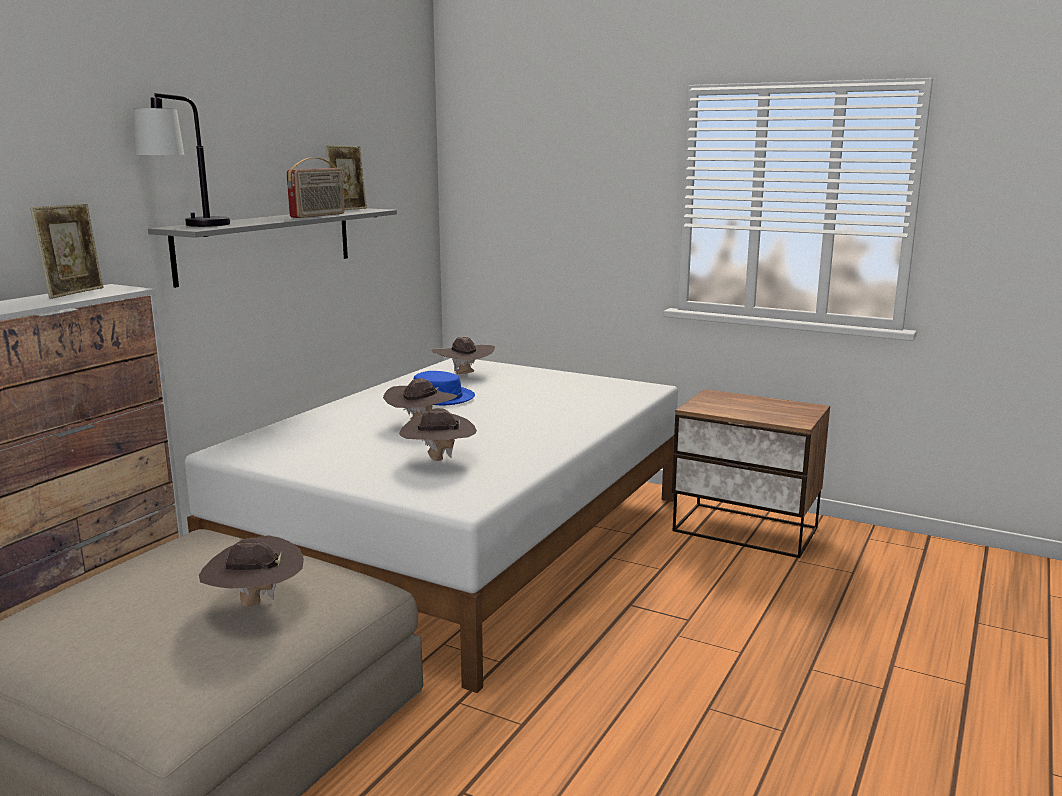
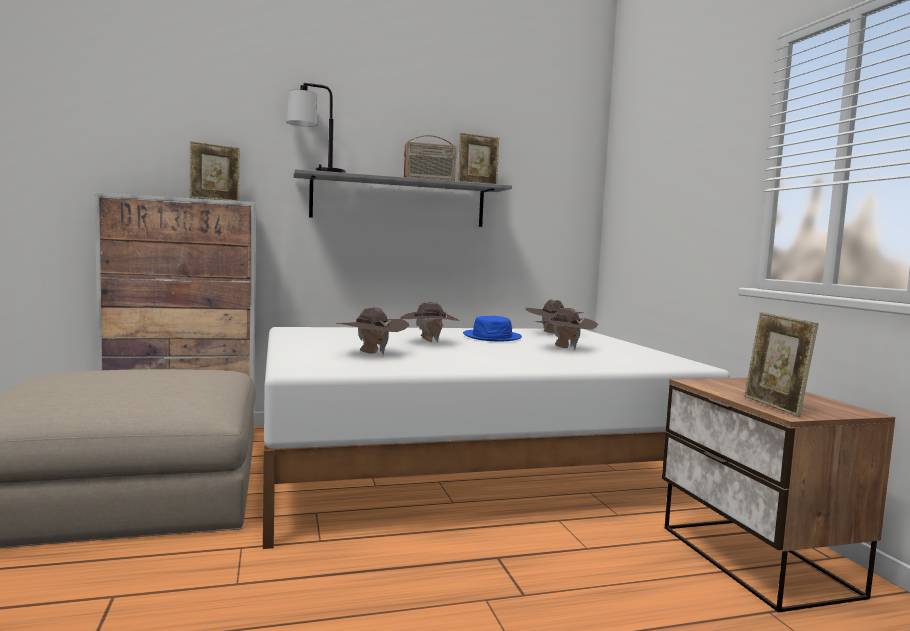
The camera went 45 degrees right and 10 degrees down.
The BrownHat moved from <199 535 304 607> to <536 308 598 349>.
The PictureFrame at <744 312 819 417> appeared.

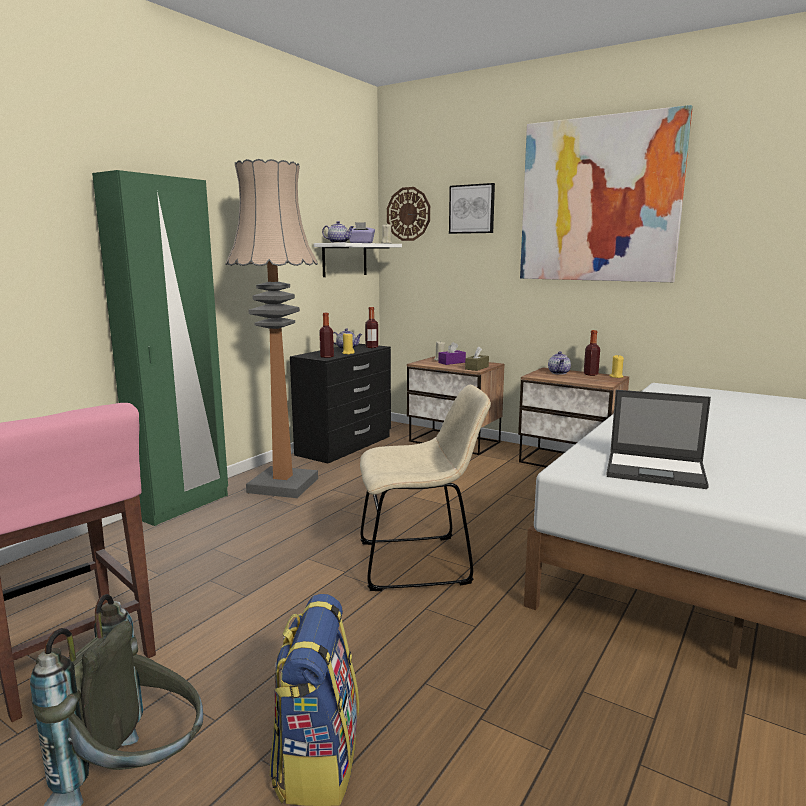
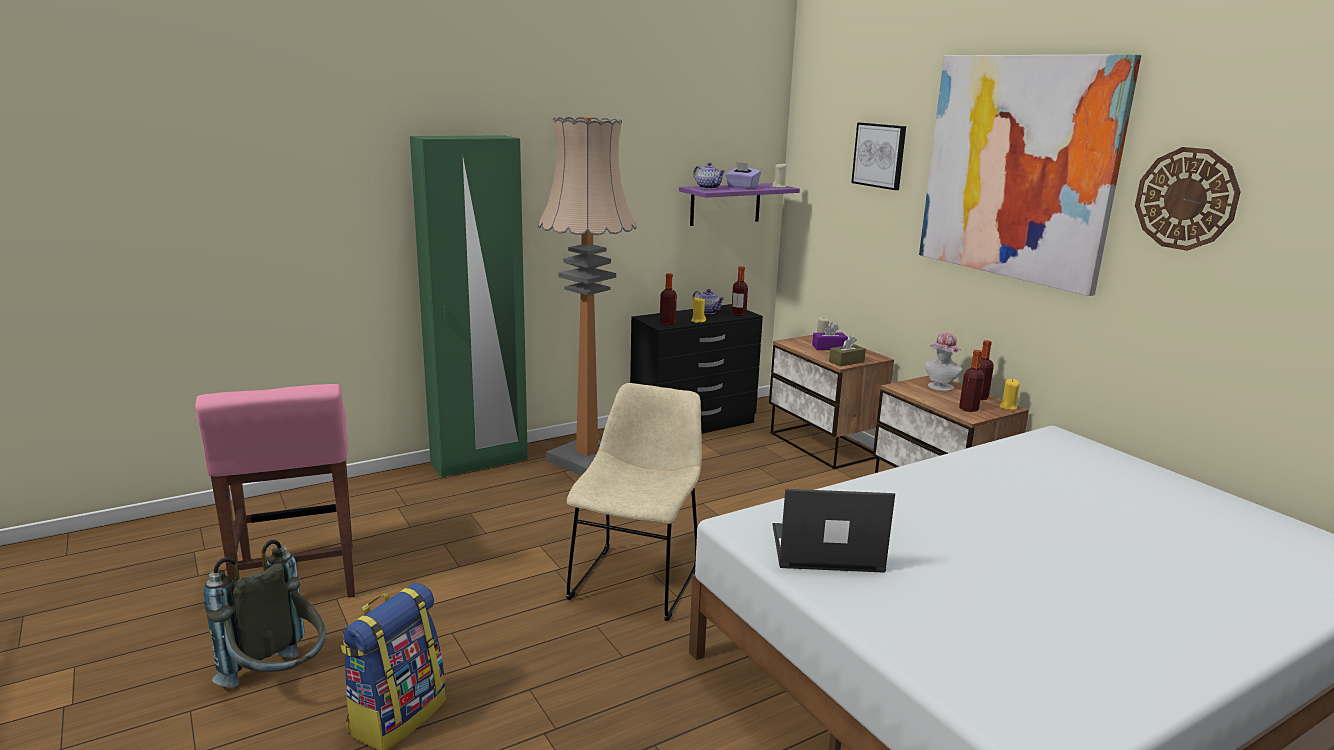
The camera went 25 degrees right and 5 degrees up.
The WhiteShelf at <314 243 402 277> became the PurpleShelf at <679 183 800 226>.
The BeigeChair at <360 385 491 591> turned 90 degrees counterclockwise.
The WallClock moved from <387 187 430 241> to <1135 147 1241 251>.
The Teapot at <548 351 571 374> was replaced by the Hat at <925 332 962 391>.
The Laptop at <606 390 711 489> turned 135 degrees clockwise.
The Bottle at <959 350 984 412> appeared.

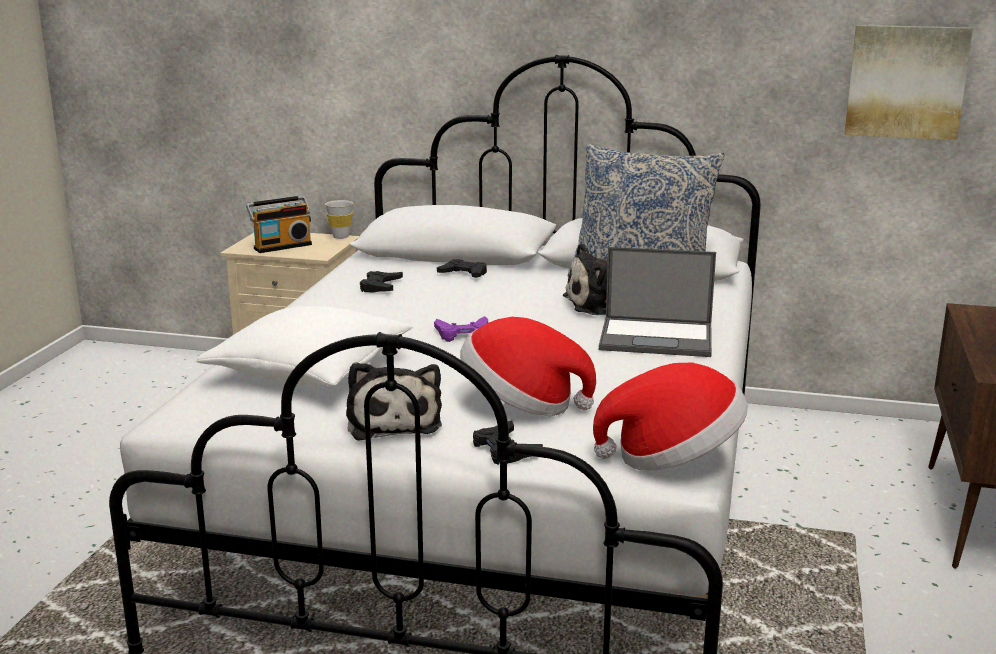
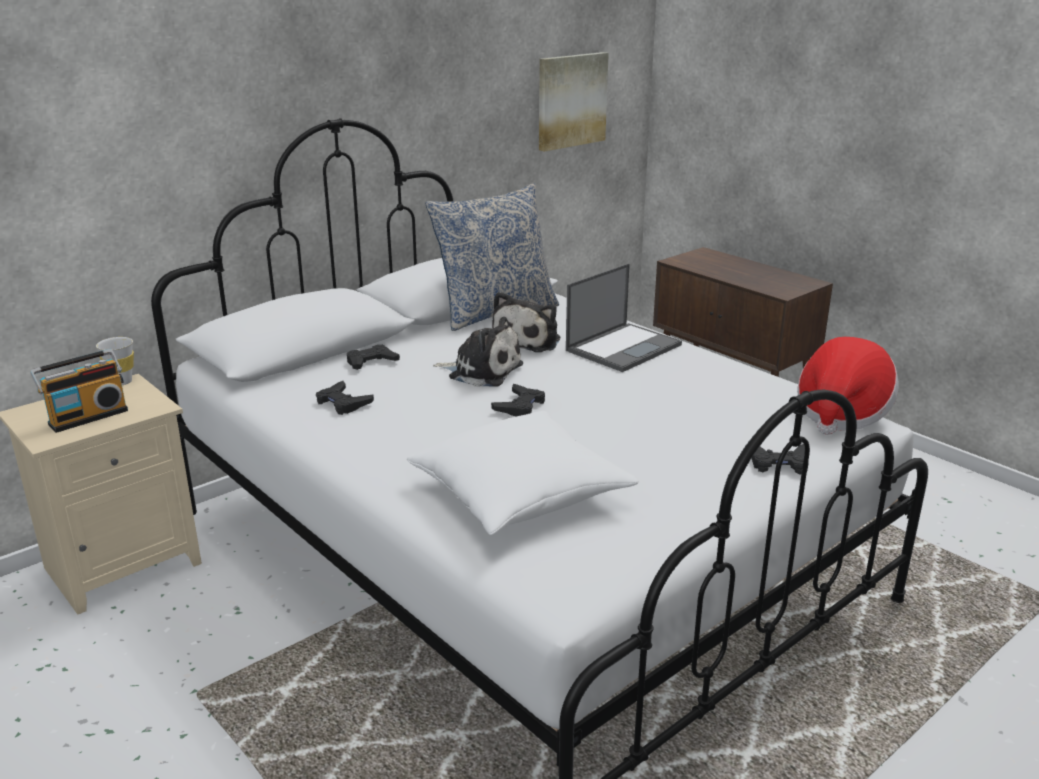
The camera went 55 degrees left and 5 degrees up.
The Radio at <246 195 312 253> turned 45 degrees clockwise.
The PlushToy moved from <346 362 442 441> to <433 317 523 387>.
The PurpleGameController at <434 316 488 342> became the BlackGameController at <491 384 545 416>.
The Hat at <460 317 596 417> disappeared.

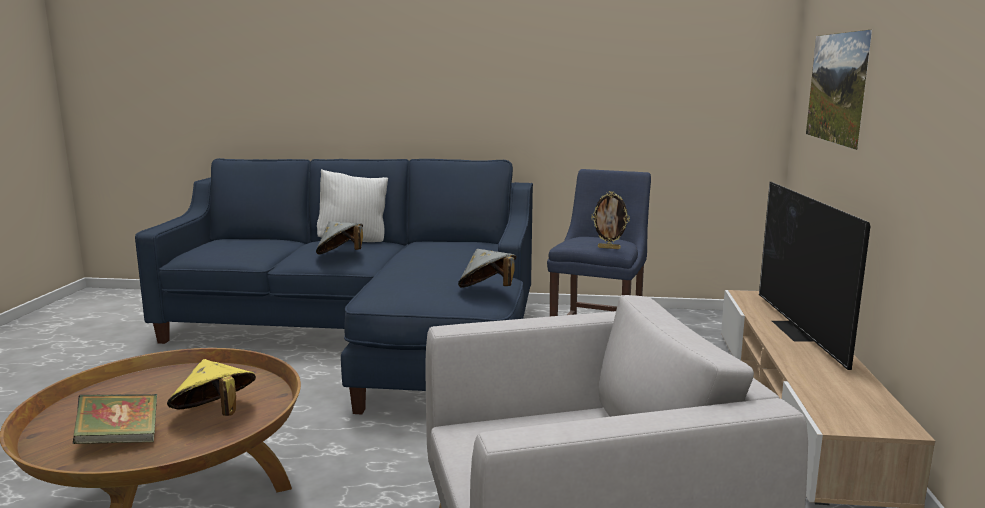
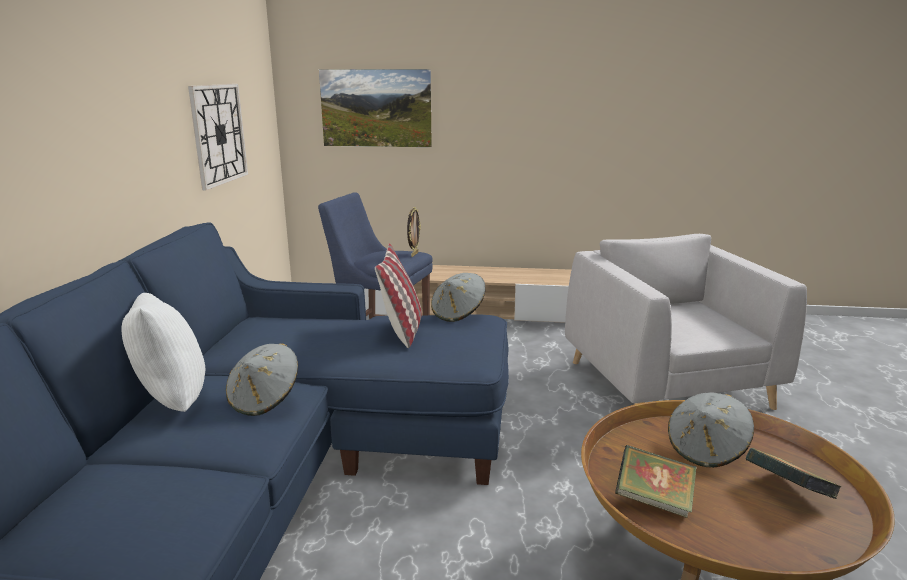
The camera went 90 degrees left and 5 degrees up.
The YellowHat at <167 359 256 416> became the GreyHat at <668 392 754 468>.
The Television at <759 182 870 370> disappeared.
The WallClock at <188 84 248 190> appeared.
The Pillow at <375 243 422 348> appeared.
The Book at <615 445 697 518> appeared.

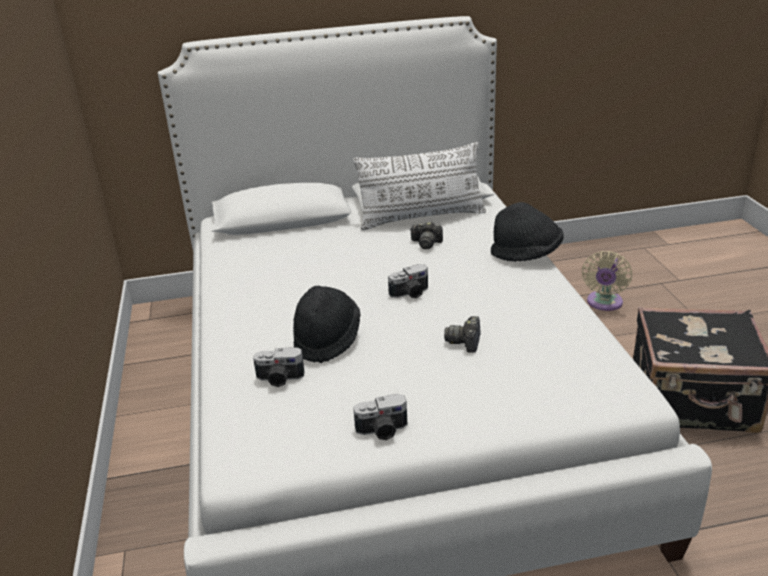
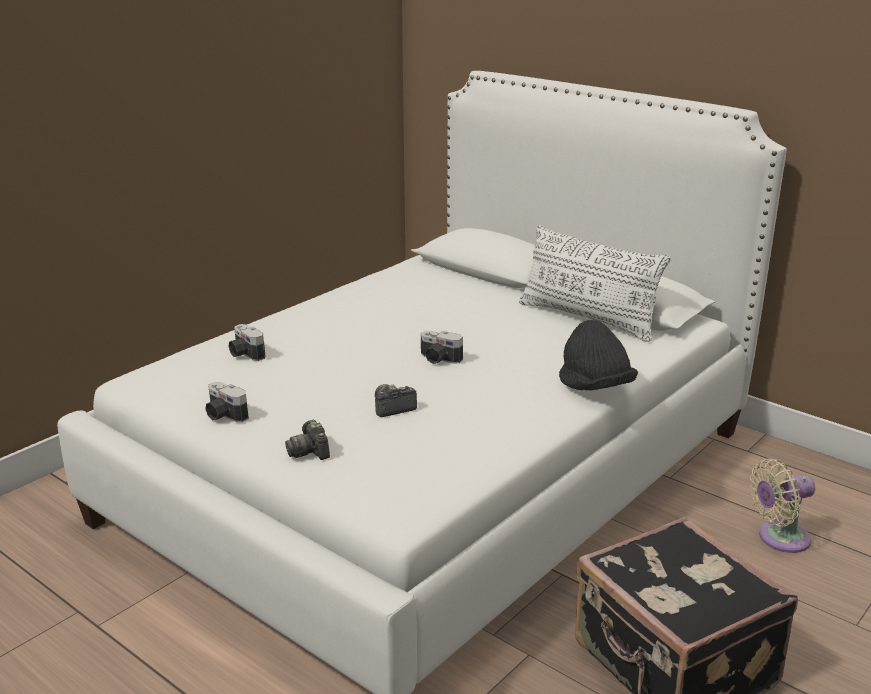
The camera went 50 degrees right and 5 degrees down.
The BlackHat at <293 286 360 363> disappeared.
The PhotoCamera moved from <410 221 443 249> to <285 420 330 460>.

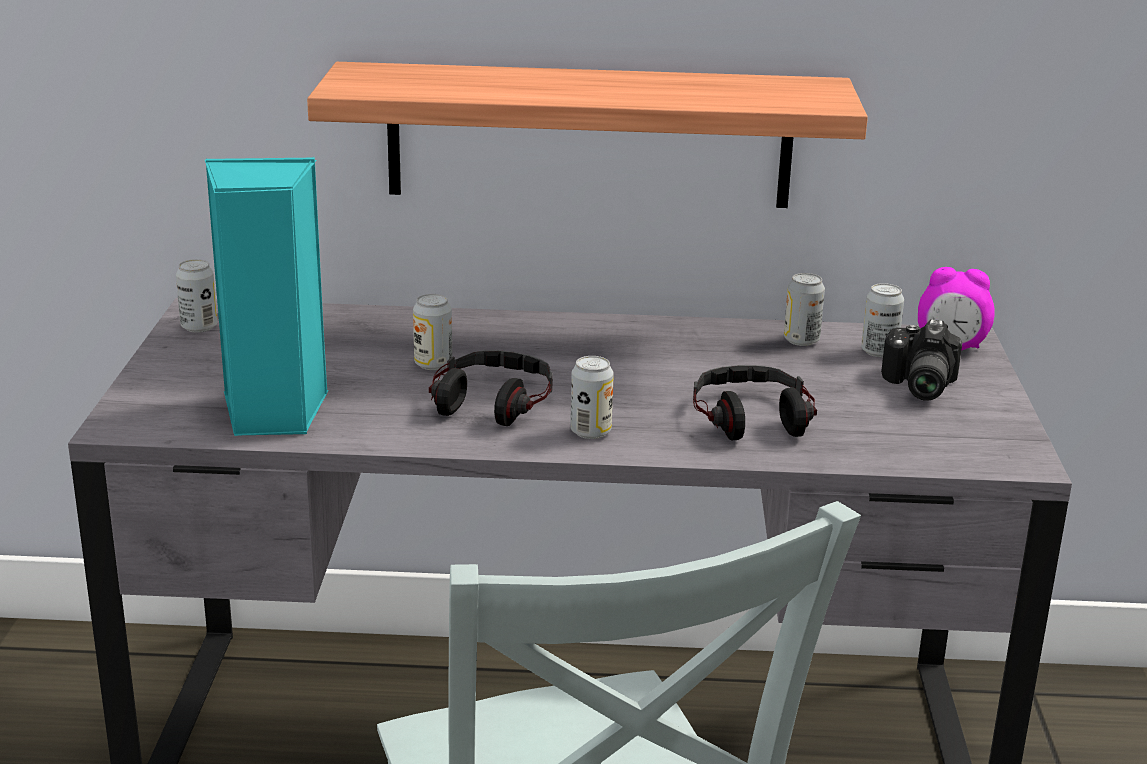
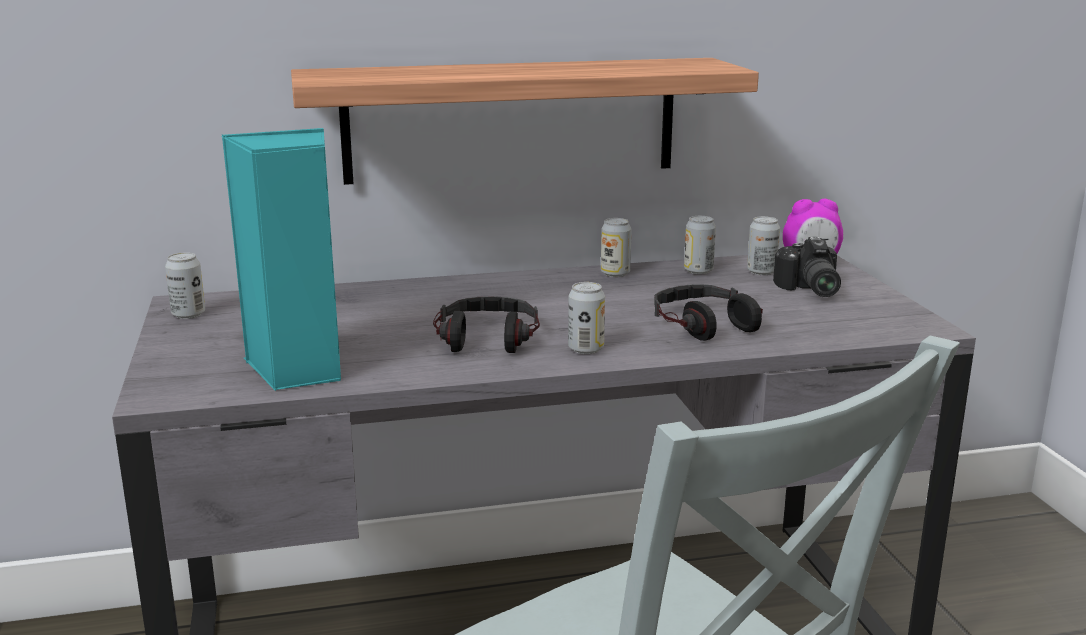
The camera went 15 degrees left and 5 degrees down.
The Can moved from <413 294 452 370> to <601 218 632 277>.

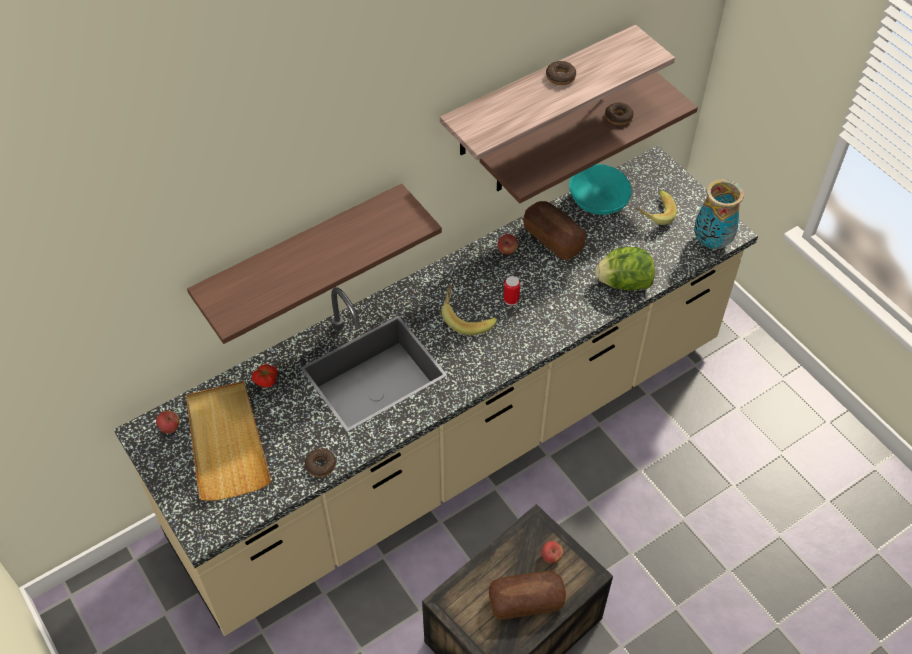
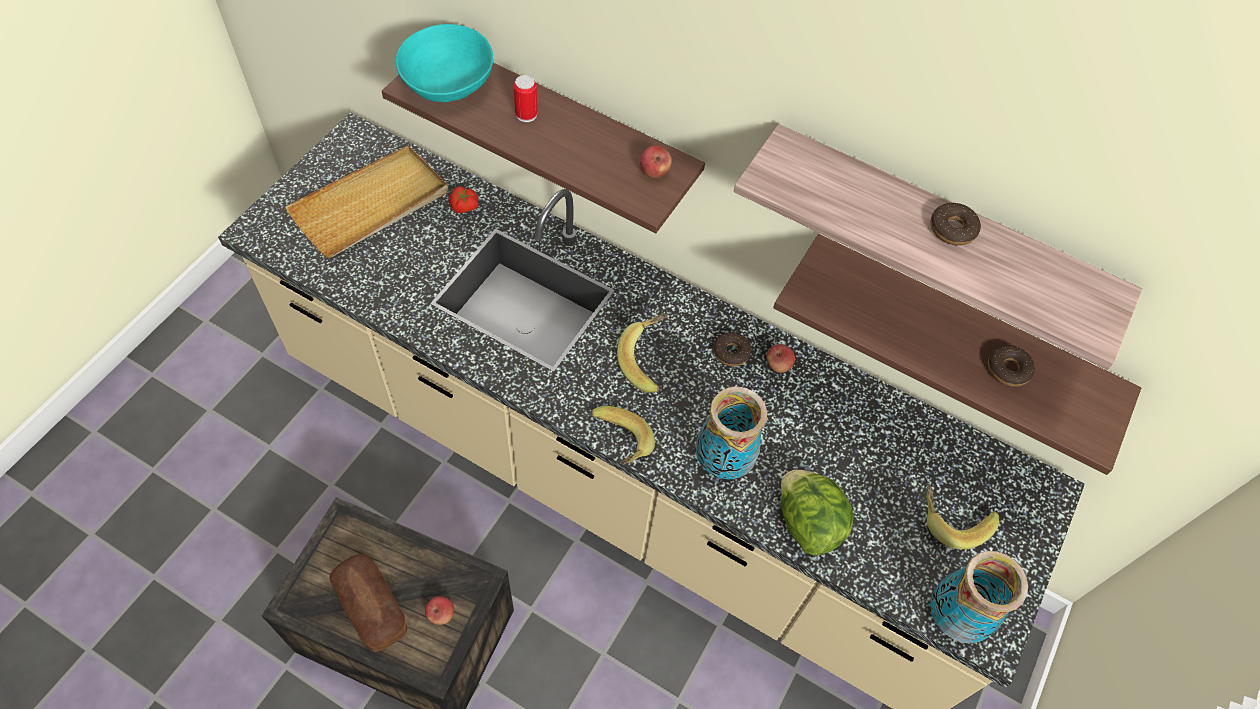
The camera went 60 degrees right and 5 degrees up.
The Apple moved from <156 411 179 434> to <640 145 672 178>.
The Donut moved from <305 448 336 477> to <713 332 751 367>.
The Can moved from <504 276 520 306> to <514 75 538 122>.
The Bread at <523 201 586 260> disappeared.
The TurquoiseBowl moved from <569 164 632 215> to <396 24 493 102>.
The Banana at <591 406 655 465> appeared.
The Vase at <696 387 767 479> appeared.

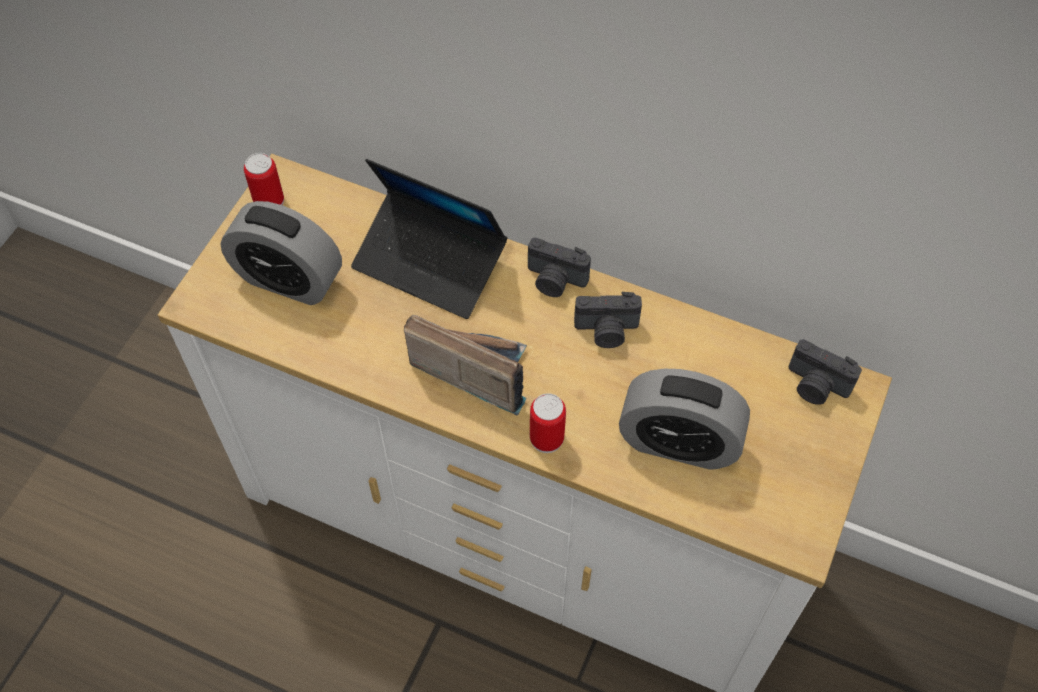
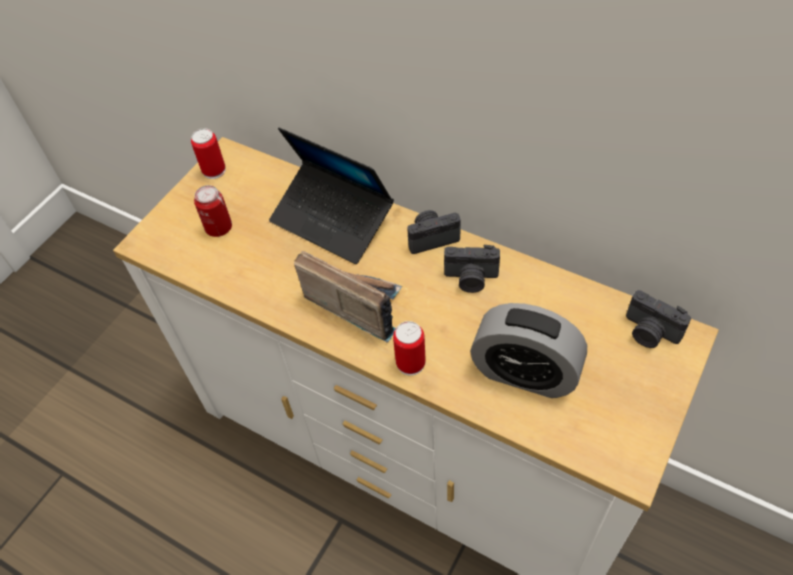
The camera went 10 degrees right and 5 degrees down.
The AlarmClock at <220 201 342 305> was replaced by the Can at <194 185 232 237>.
The PhotoCamera at <528 238 591 297> turned 135 degrees clockwise.

